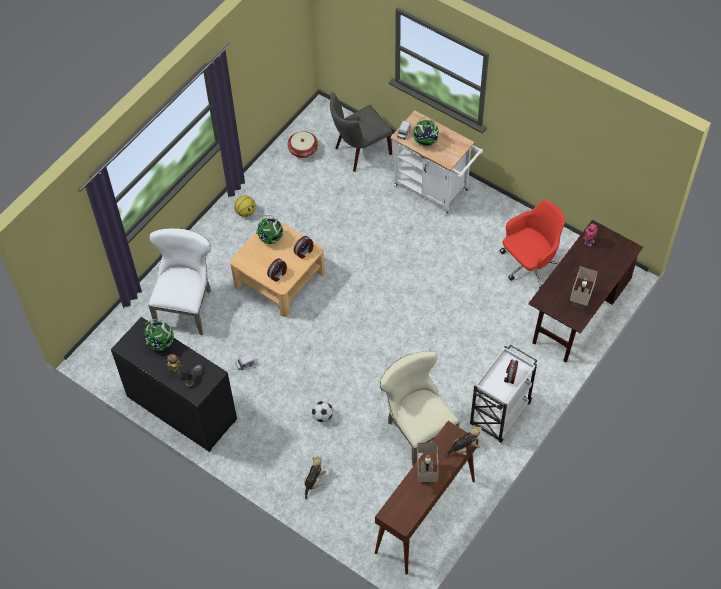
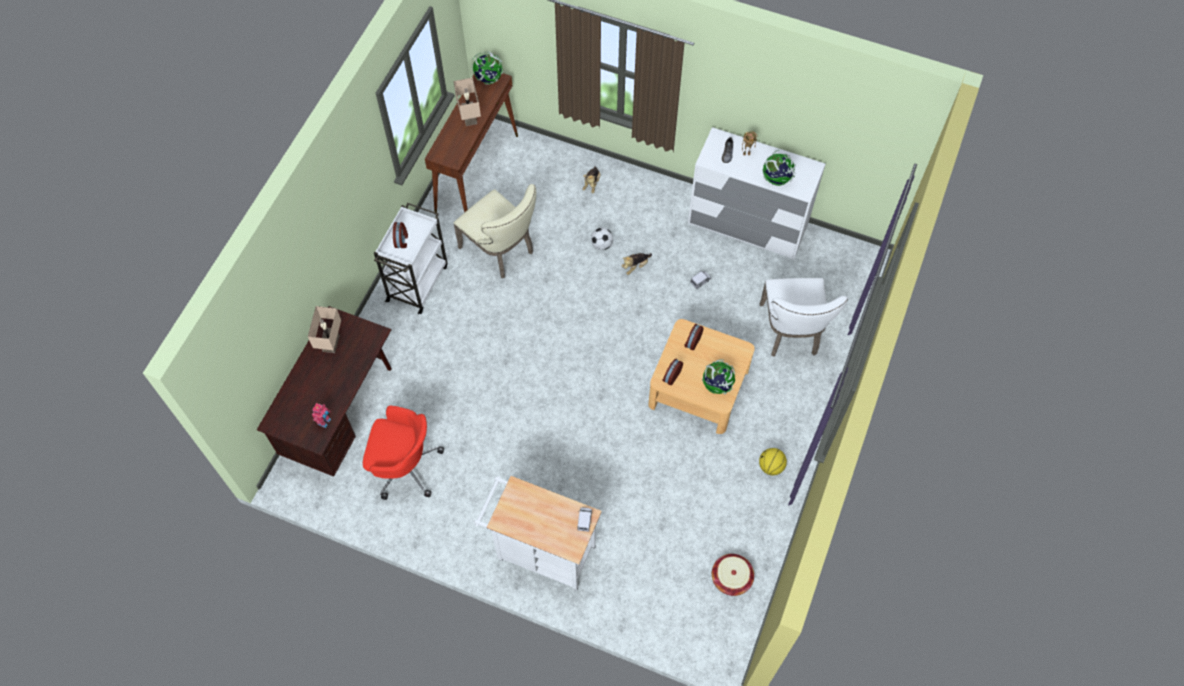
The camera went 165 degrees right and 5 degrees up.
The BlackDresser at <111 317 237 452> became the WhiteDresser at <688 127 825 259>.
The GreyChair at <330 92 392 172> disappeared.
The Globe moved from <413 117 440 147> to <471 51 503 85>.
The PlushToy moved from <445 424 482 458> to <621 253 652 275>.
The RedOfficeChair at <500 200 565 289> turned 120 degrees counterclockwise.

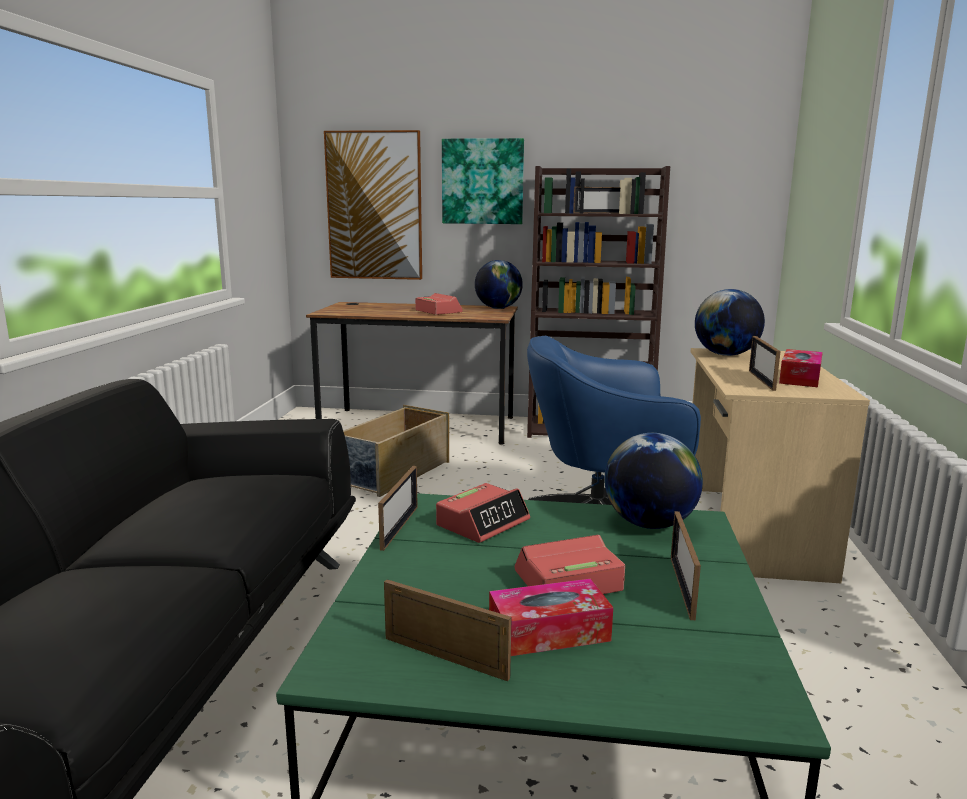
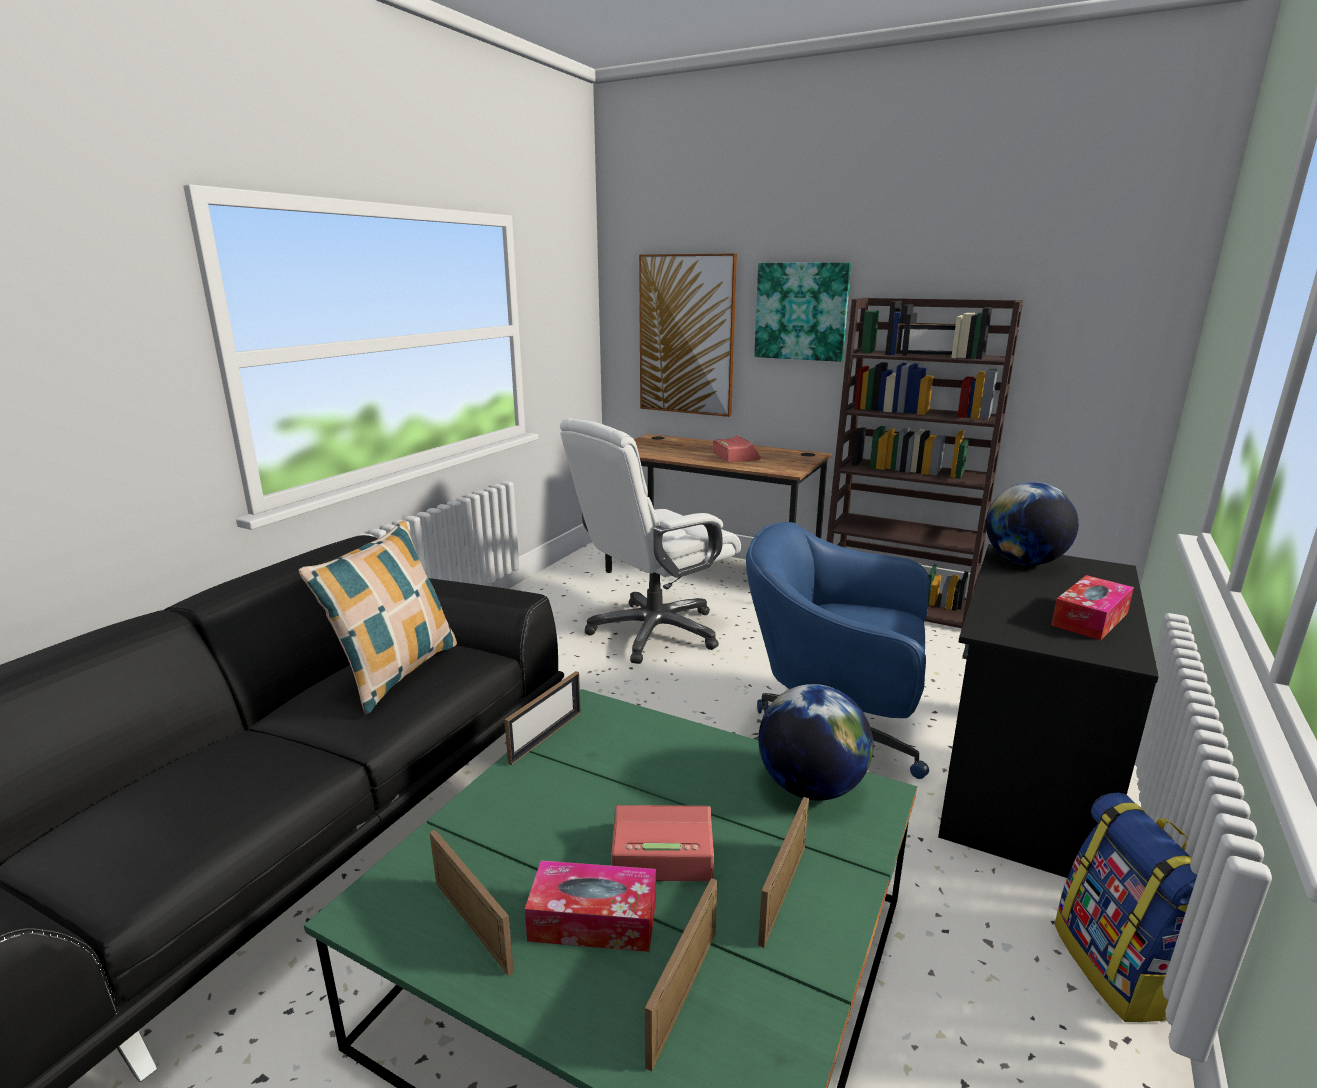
The camera went 20 degrees right and 5 degrees up.
The BeigeStorageBox at <343 405 449 497> was replaced by the WhiteOfficeChair at <560 418 741 664>.
The AlarmClock at <436 483 530 543> disappeared.
The Globe at <475 260 523 309> disappeared.
The BeigeDesk at <691 348 870 583> became the BlackDesk at <938 544 1159 878>.
The PictureFrame moved from <749 336 781 391> to <645 878 717 1072>.
The Pillow at <298 521 457 714> appeared.
The Backpack at <1054 793 1197 1022> appeared.

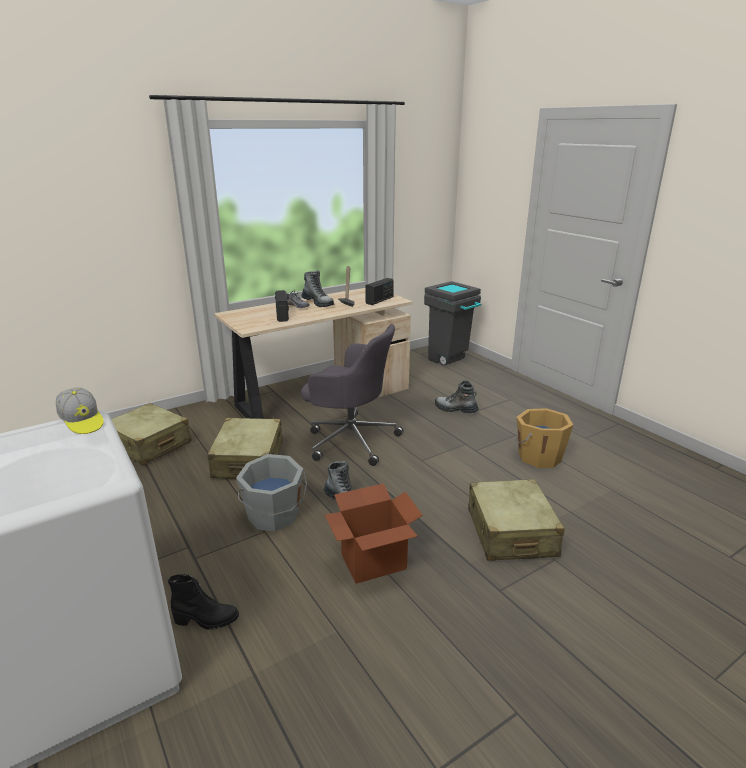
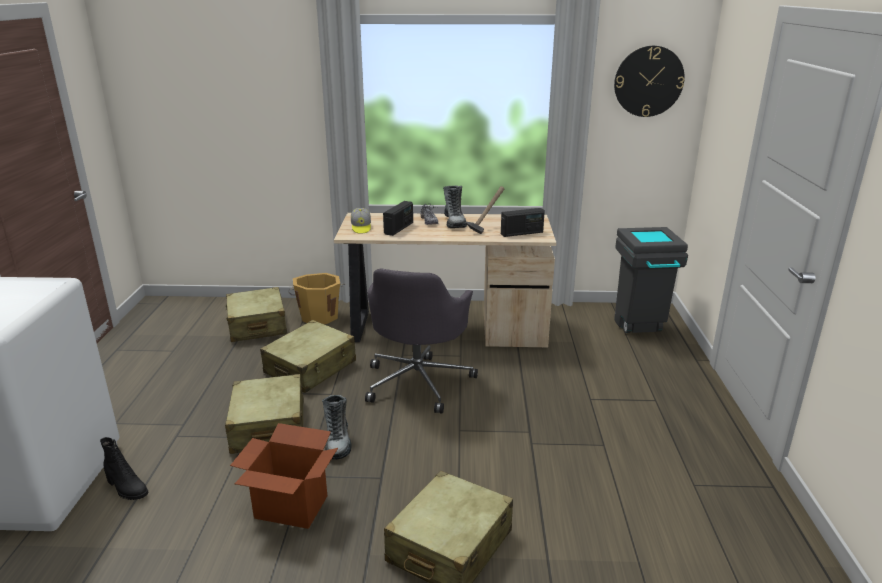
The camera went 35 degrees right and 0 degrees up.
The Cap moved from <56 388 104 434> to <351 208 371 234>.
The GreyBucket at <236 454 307 531> was replaced by the BeigeSuitcase at <225 374 304 454>.
The GreyOfficeChair at <301 324 403 466> turned 45 degrees clockwise.
The Boot at <435 380 479 413> disappeared.
The OrangeBucket moved from <515 408 573 468> to <288 273 345 324>.
The WallClock at <614 46 685 117> appeared.

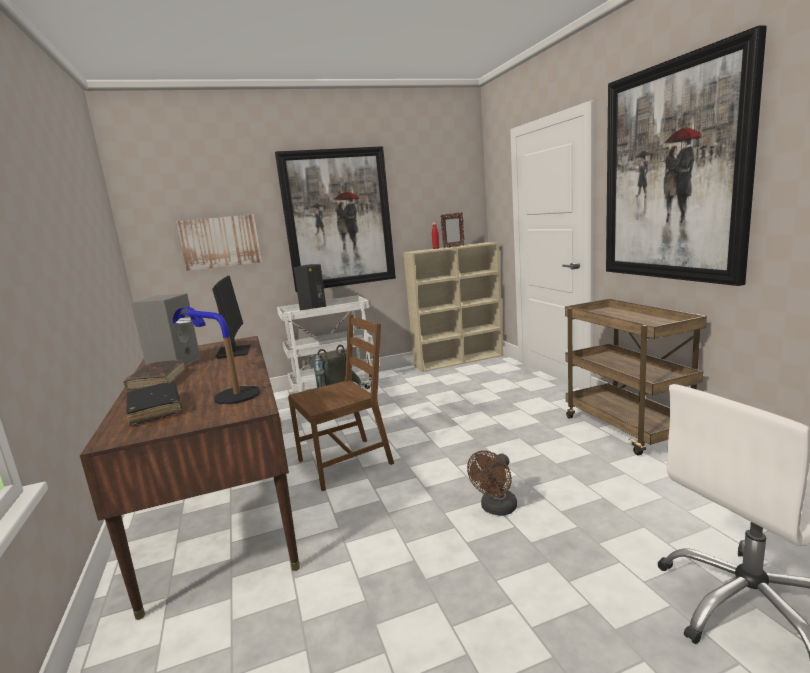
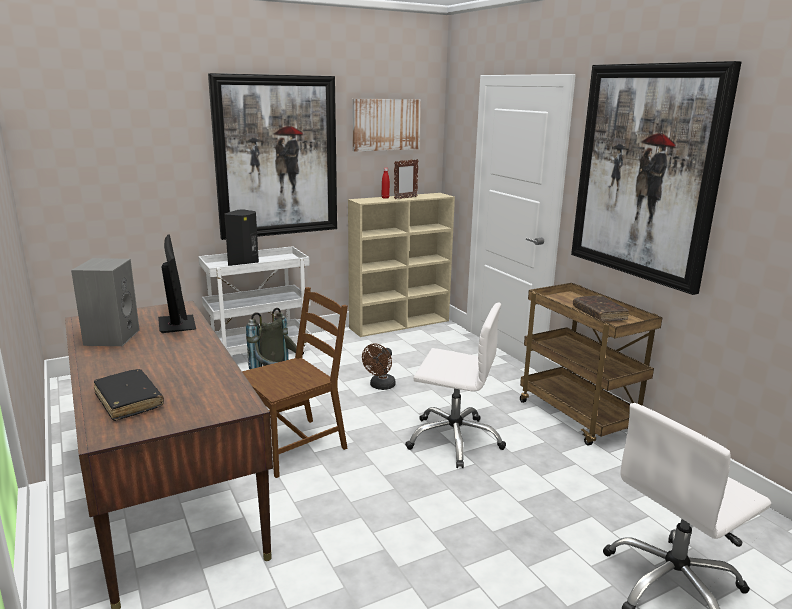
The camera went 10 degrees left and 5 degrees up.
The BrownBook moved from <123 359 185 390> to <573 295 629 321>.
The TableLamp at <173 307 260 405> disappeared.
The Picture moved from <177 214 262 271> to <353 99 421 151>.
The BrownFan moved from <467 450 517 516> to <362 344 396 390>.
The WhiteOfficeChair at <405 303 506 468> appeared.

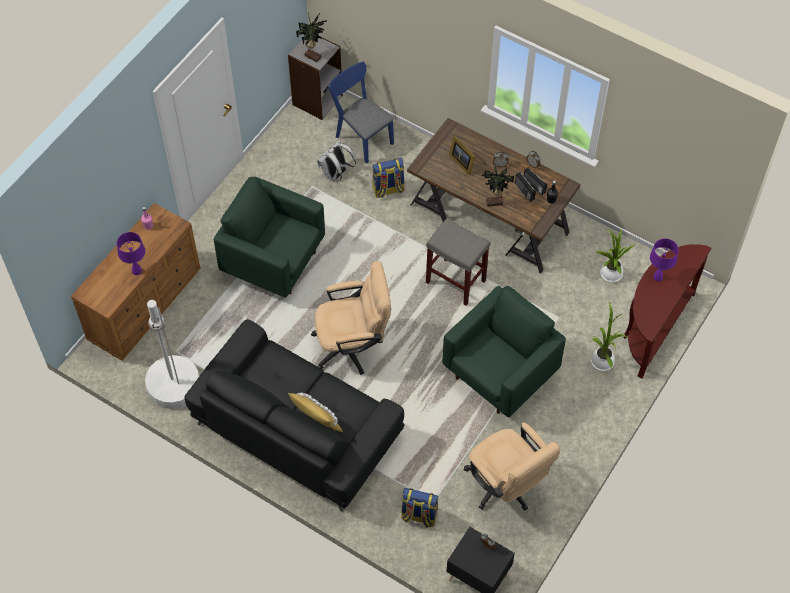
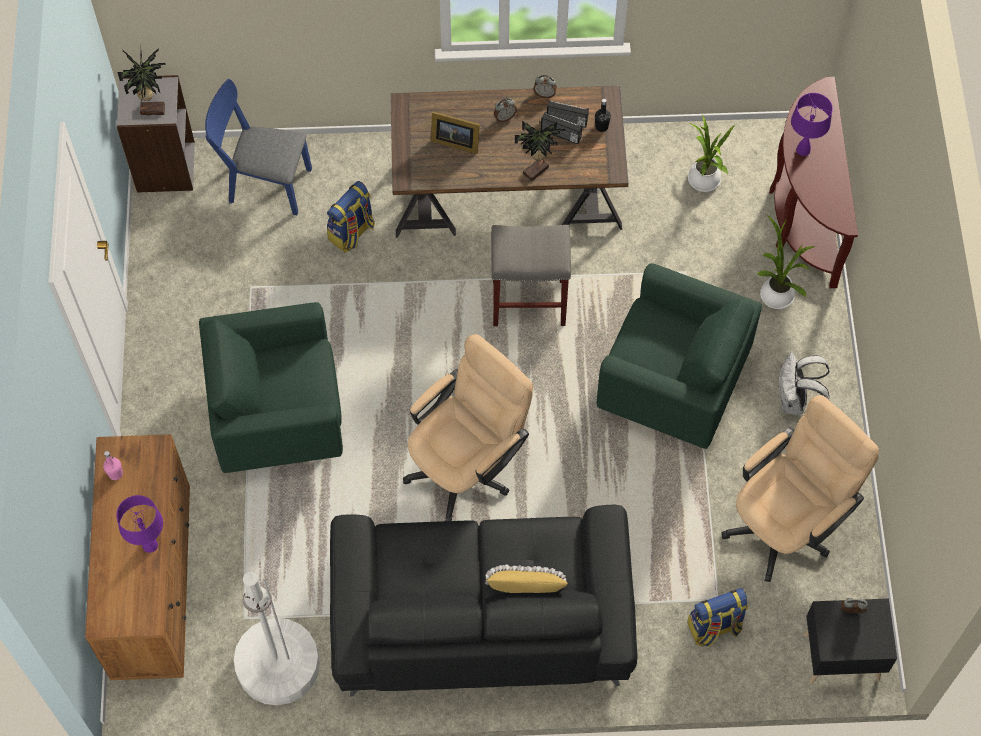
The camera went 35 degrees left and 5 degrees up.
The WhiteBackpack moved from <317 140 356 181> to <779 352 830 415>.
The GreenArmchair at <442 286 566 417> turned 105 degrees clockwise.
The BeigeOfficeChair at <464 422 560 510> turned 60 degrees counterclockwise.

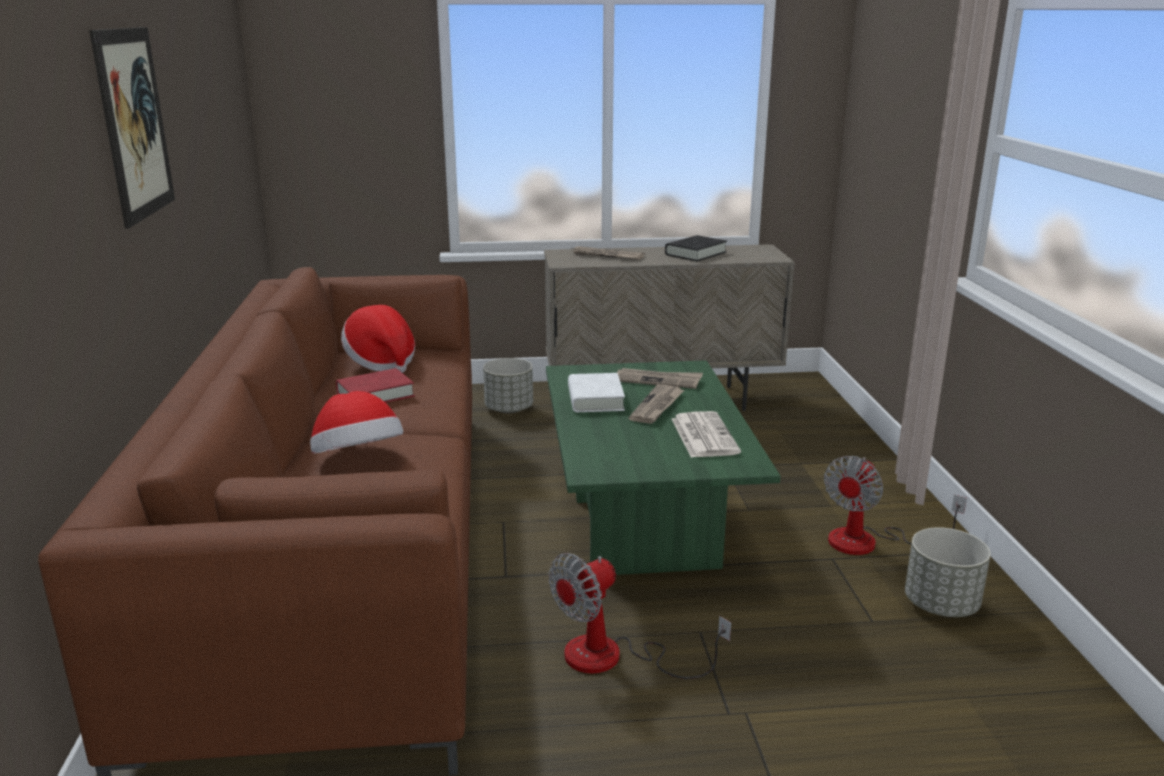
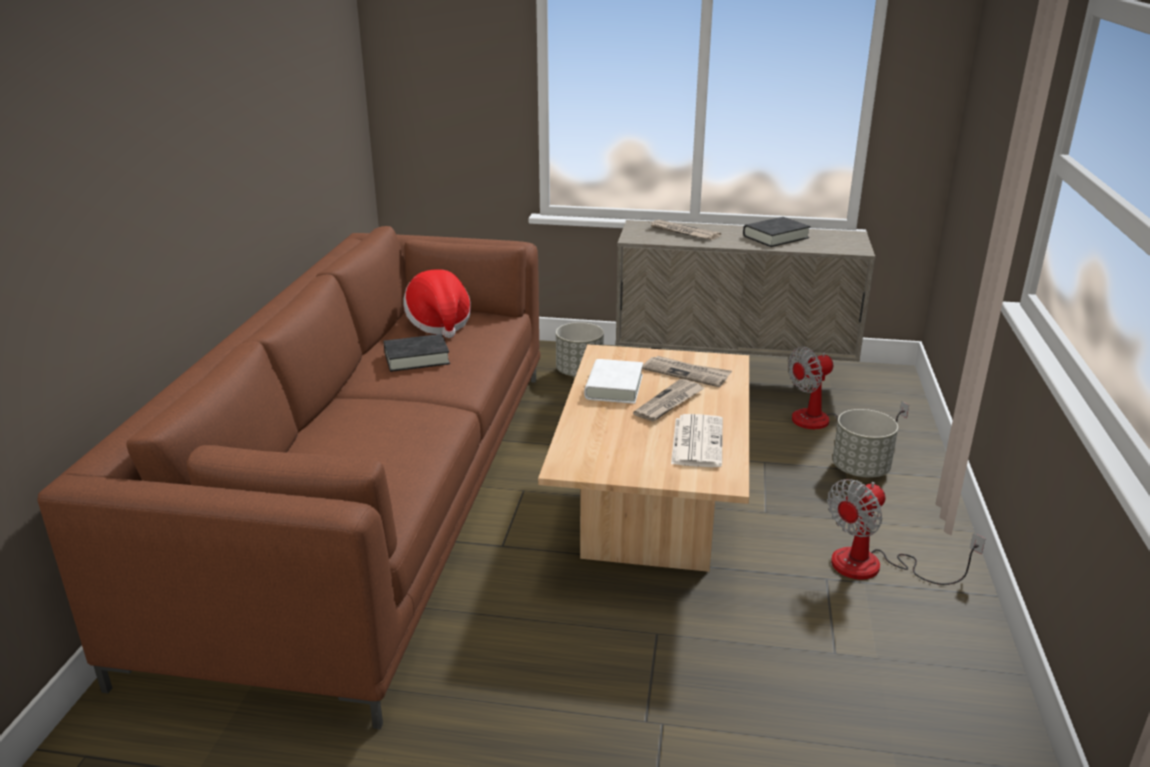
The camera went 15 degrees right and 5 degrees up.
The Picture at <89 27 175 229> disappeared.
The Hat at <310 391 403 454> disappeared.
The RedBook at <336 368 415 403> became the BlackBook at <384 334 450 372>.
The GreenCoffeeTable at <546 360 781 575> became the BeigeCoffeeTable at <538 344 749 572>.
The Fan moved from <548 553 731 679> to <788 346 909 429>.
The GreyPlanter moved from <905 527 991 617> to <833 409 898 478>.

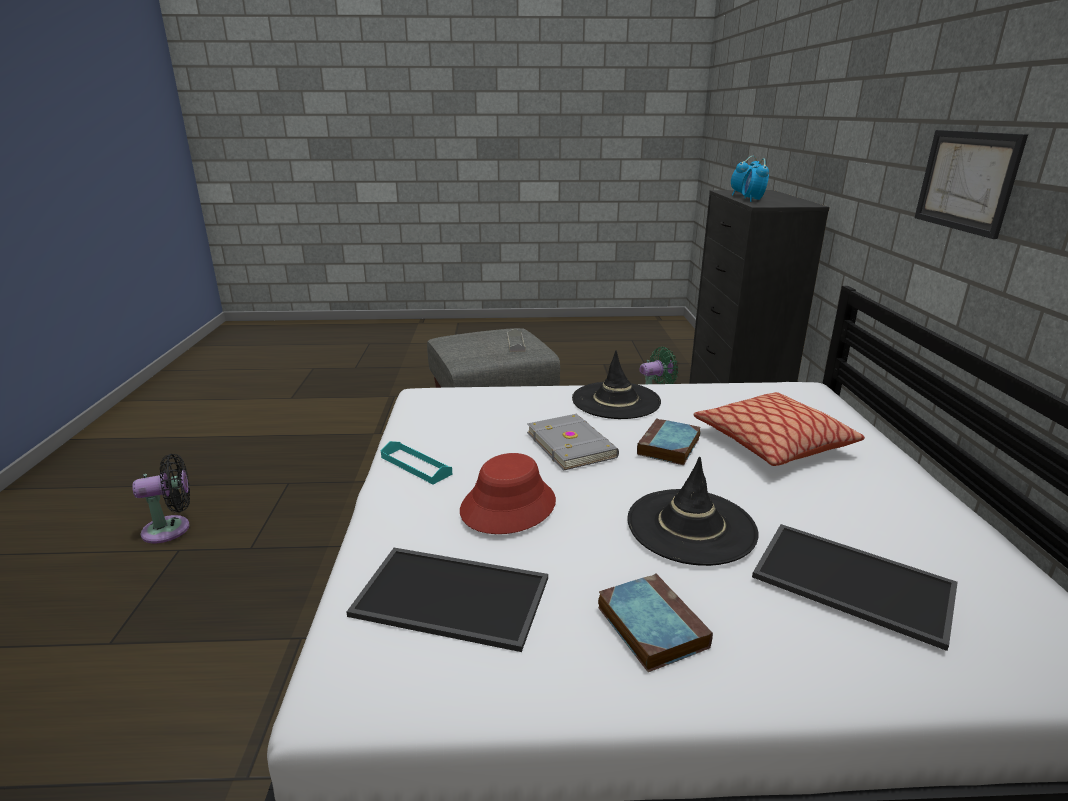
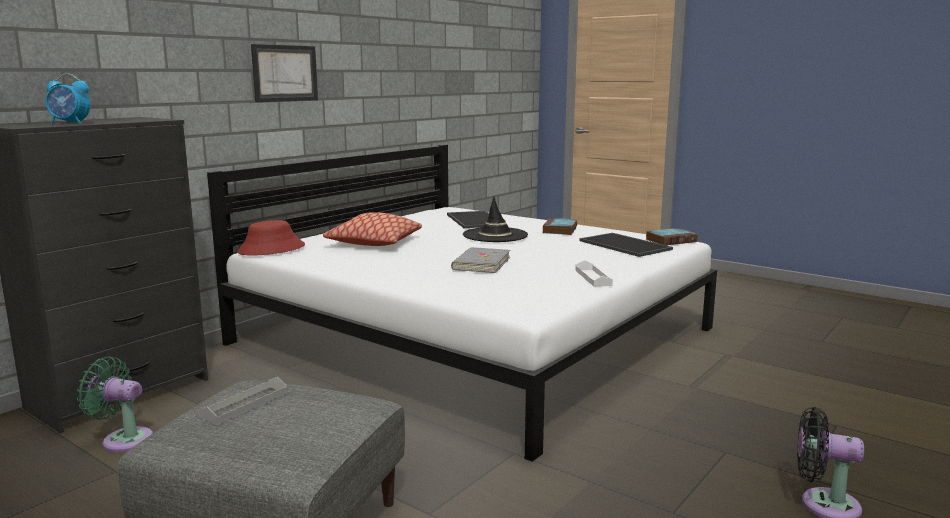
The camera went 140 degrees left and 10 degrees down.
The TurquoiseTray at <381 441 452 485> became the WhiteTray at <575 260 613 287>.
The RedHat moved from <460 453 556 534> to <237 220 305 256>.
The BlackHat at <572 351 661 419> disappeared.
The Book moved from <637 418 701 465> to <645 228 698 245>.
The AlarmClock at <742 158 769 202> disappeared.

